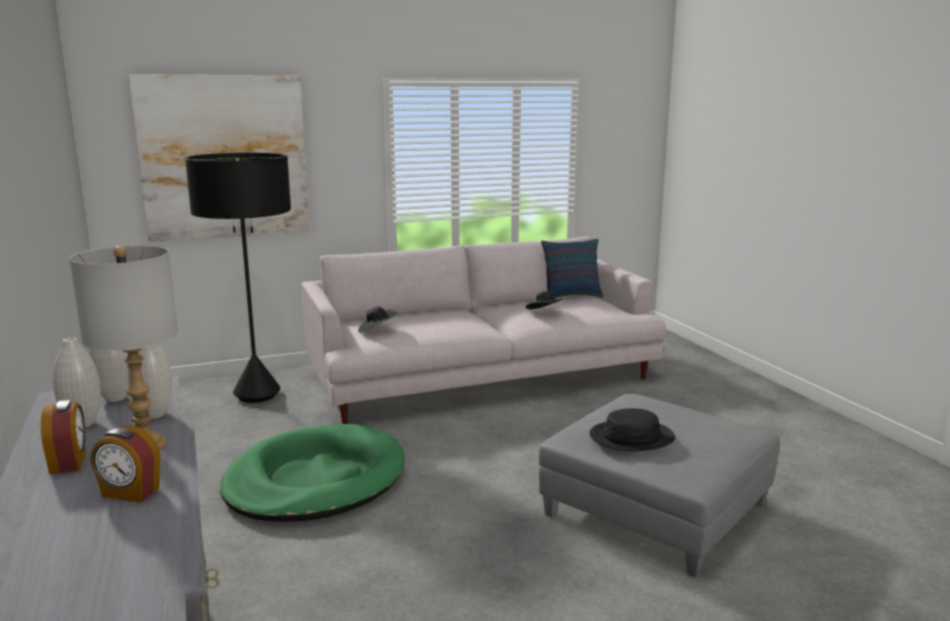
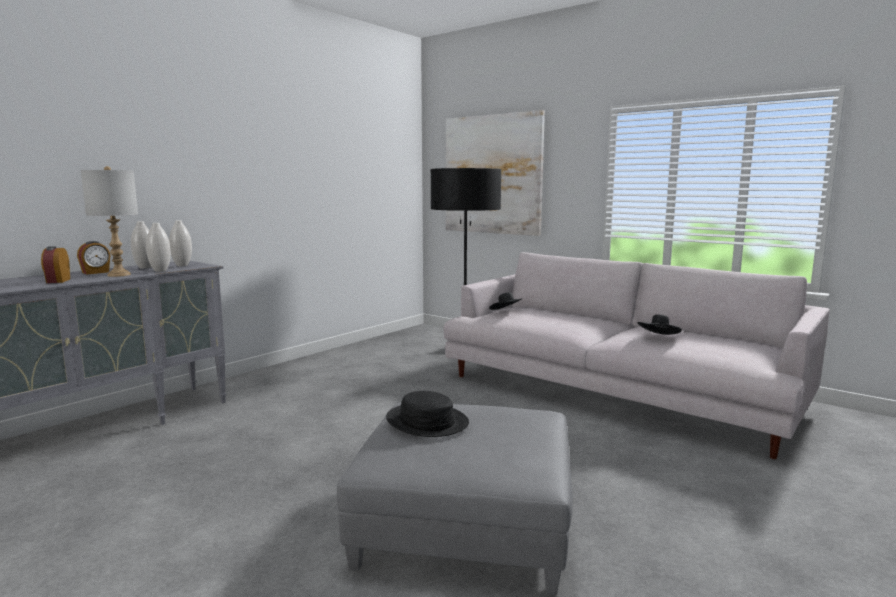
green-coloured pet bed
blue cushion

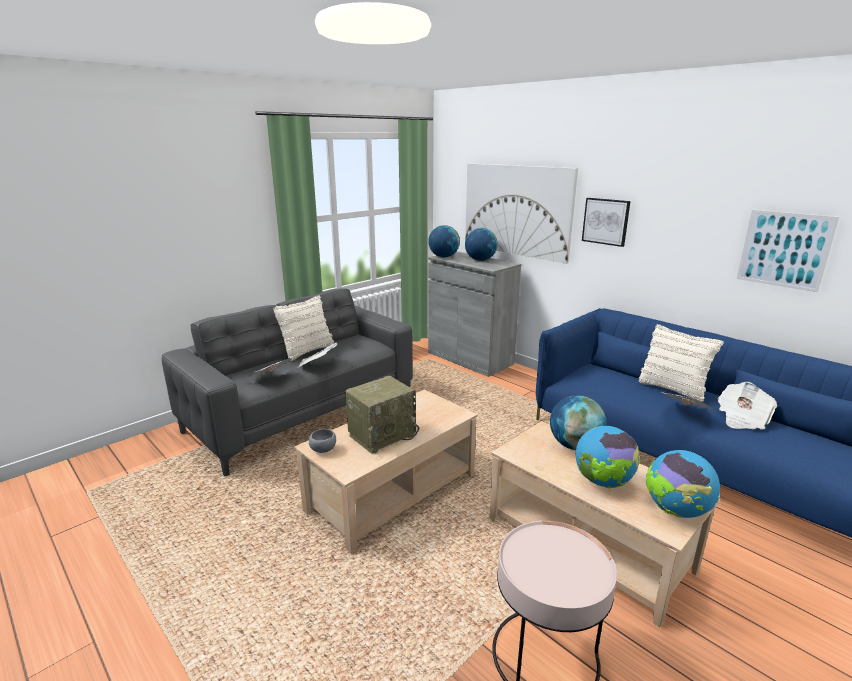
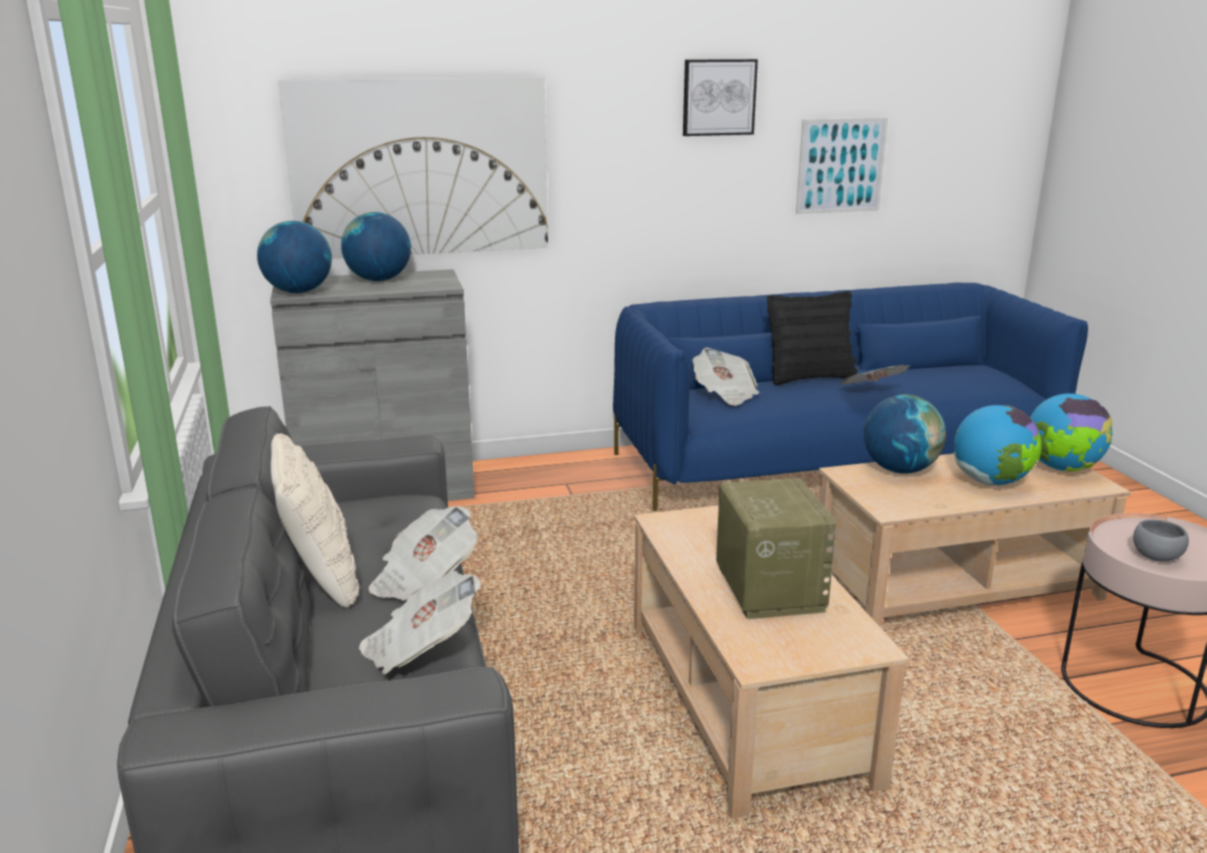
picture (2nd from left)
daily paper (3rd from left)
black-coloured cushion
gray serving bowl

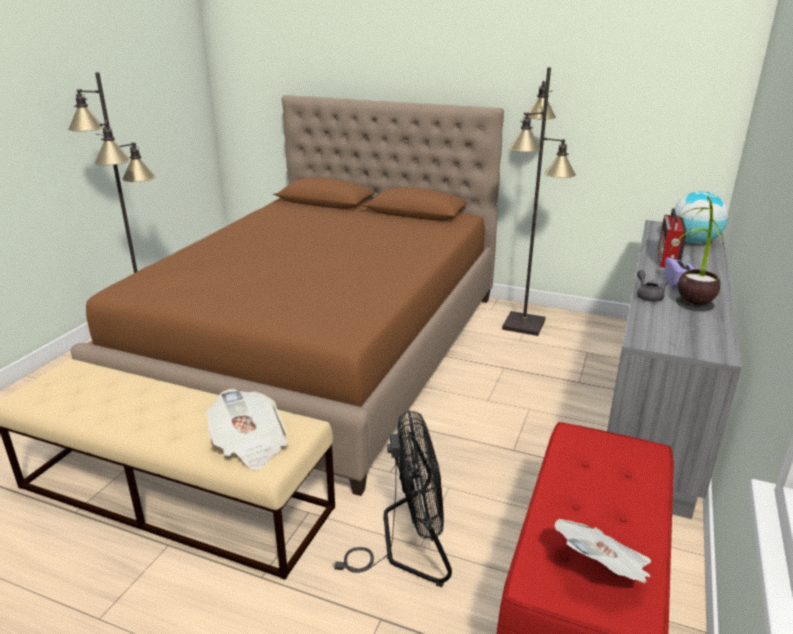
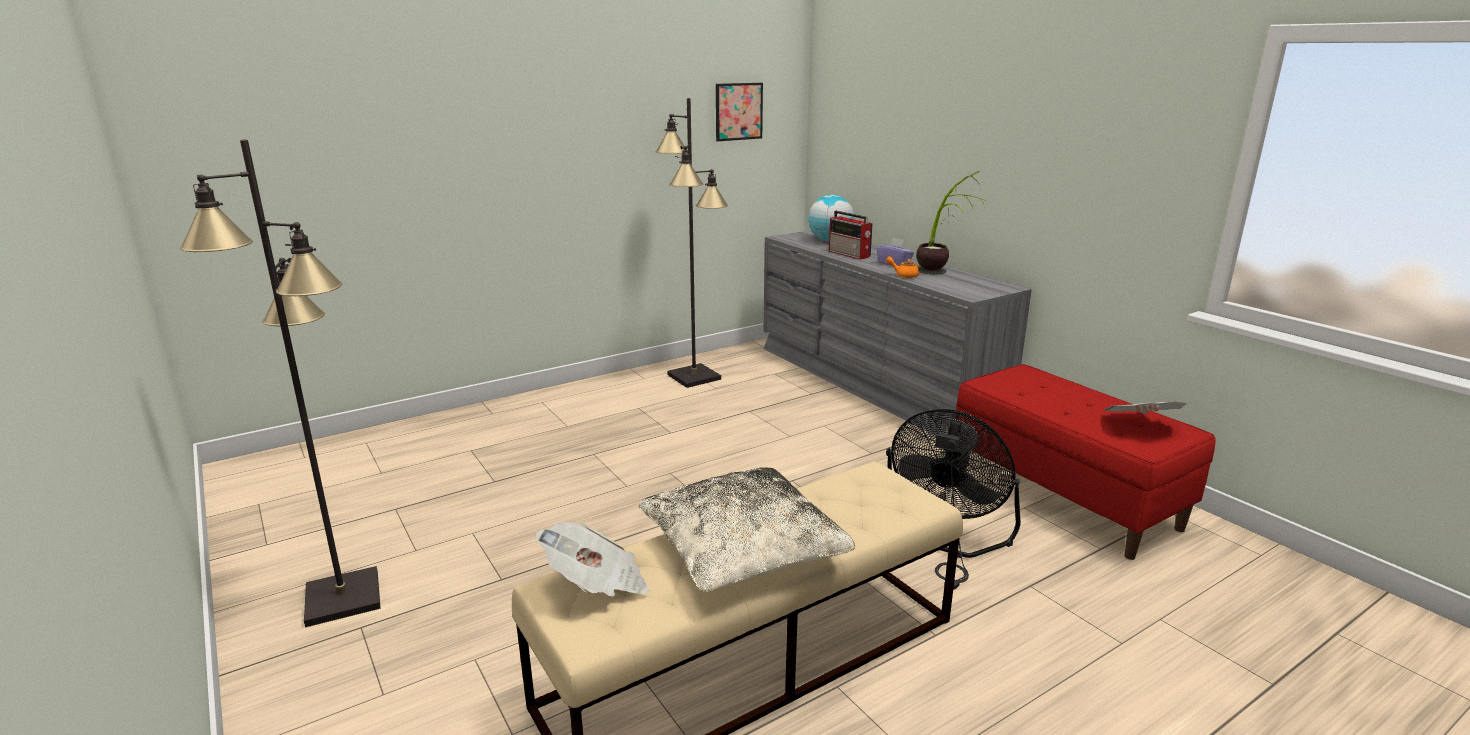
daily paper (1st from left)
sand-coloured cushion
picture
orange-coloured pot for tea
brown-coloured bed

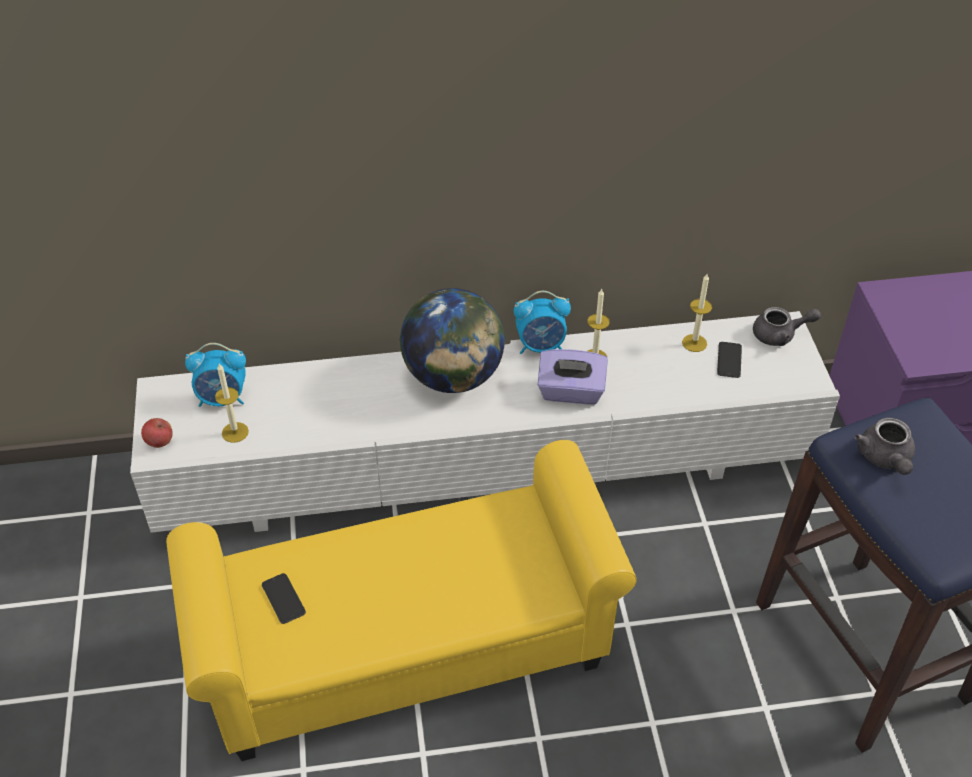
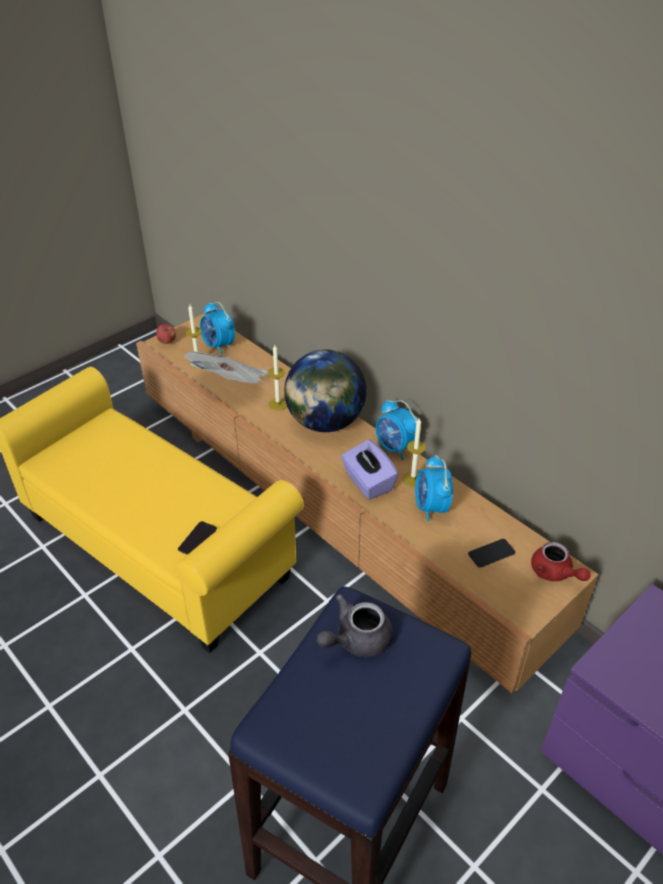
brown-coloured tv unit
handset (1st from left)
daily paper
candle (2nd from left)
alarm clock (3rd from left)
red-coloured pot for tea

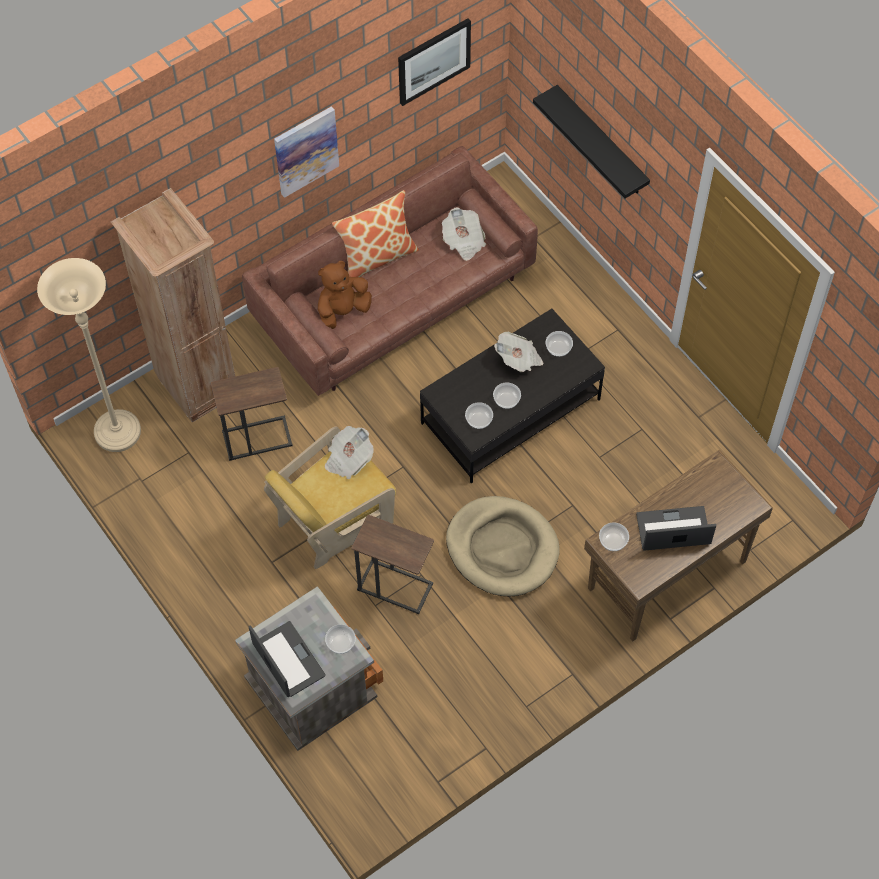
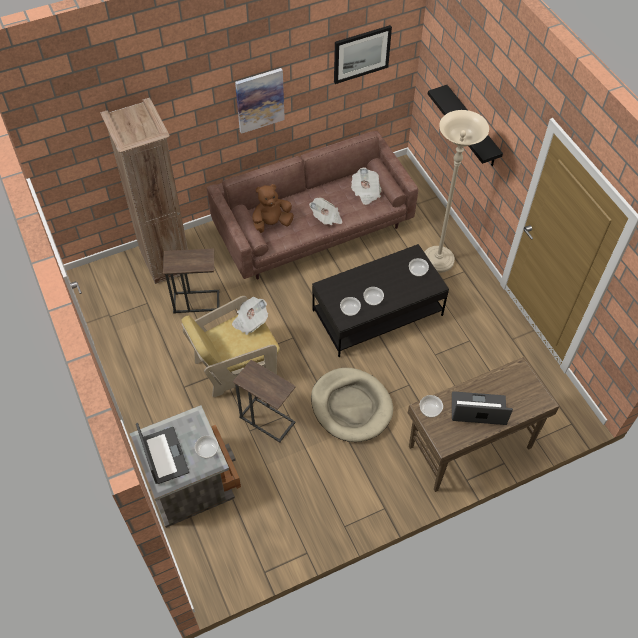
daily paper (2nd from left)
sand-coloured floor lamp
cushion

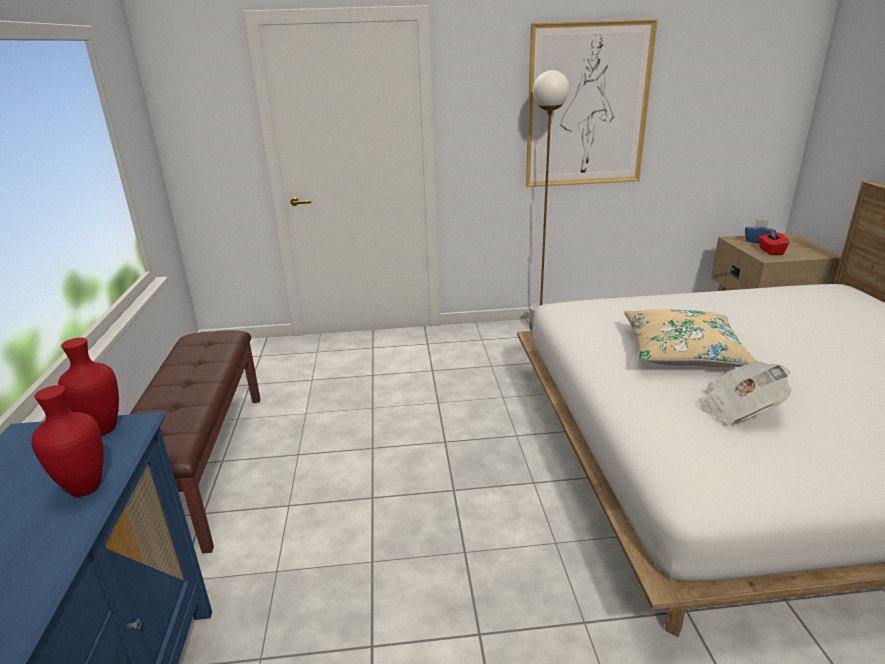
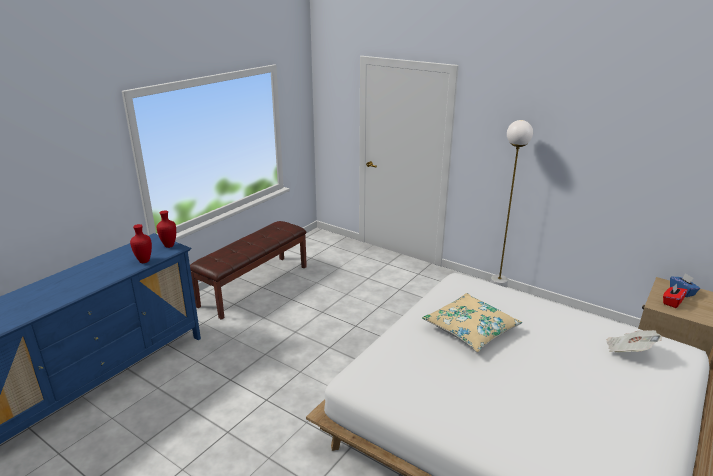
daily paper
picture

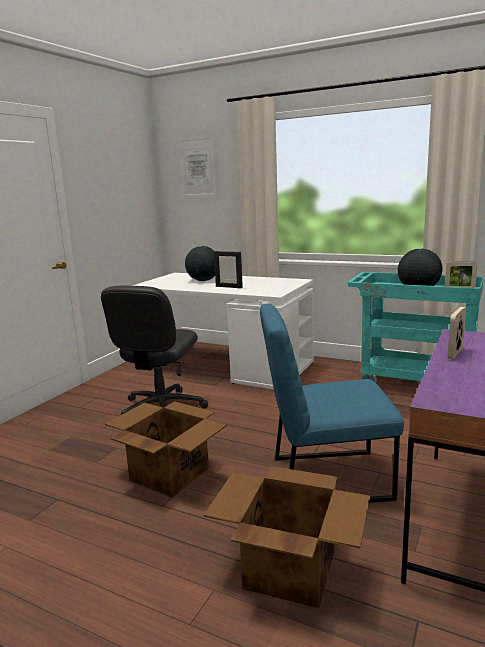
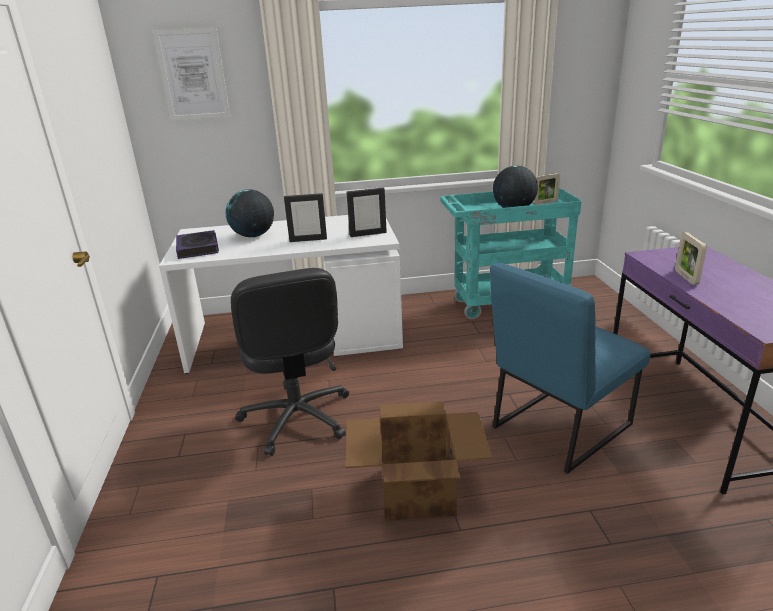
bound book
picture frame (2nd from left)
packing box (2nd from left in the first image)

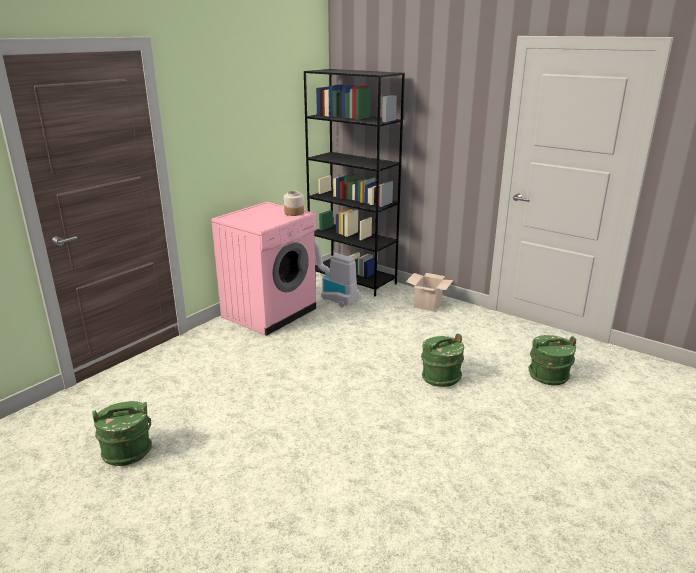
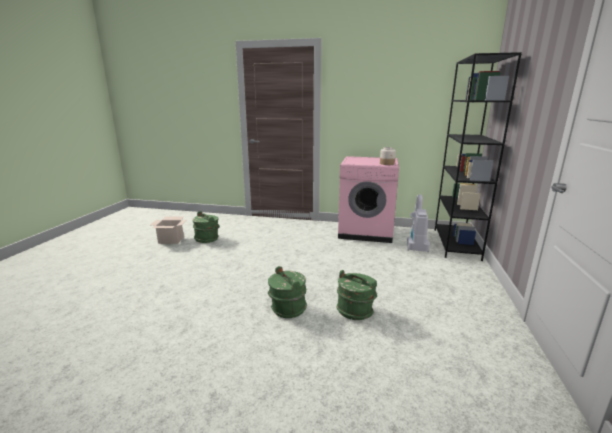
packing box
green-coloured pail (2nd from left)

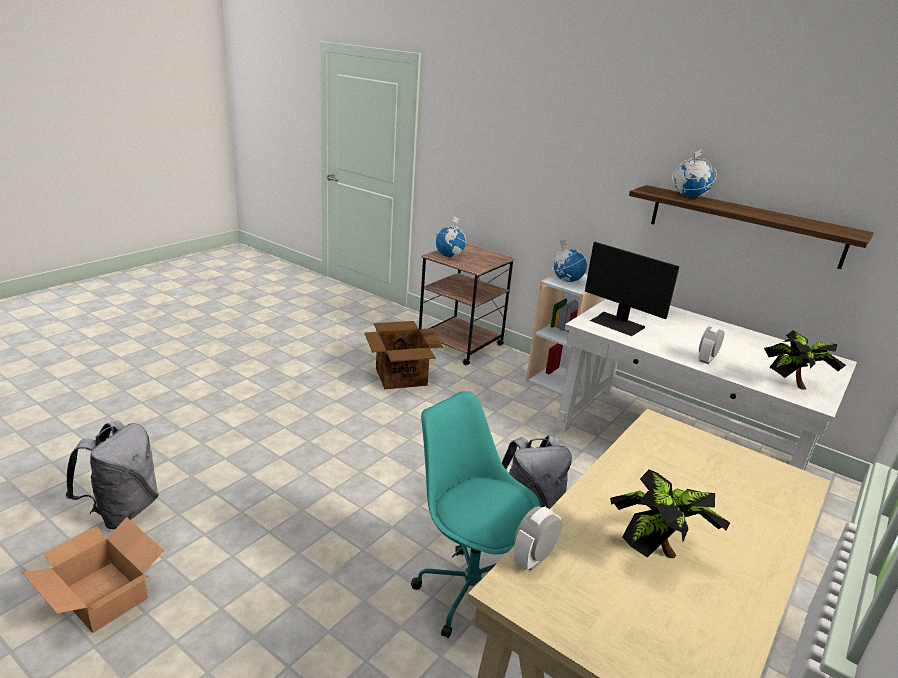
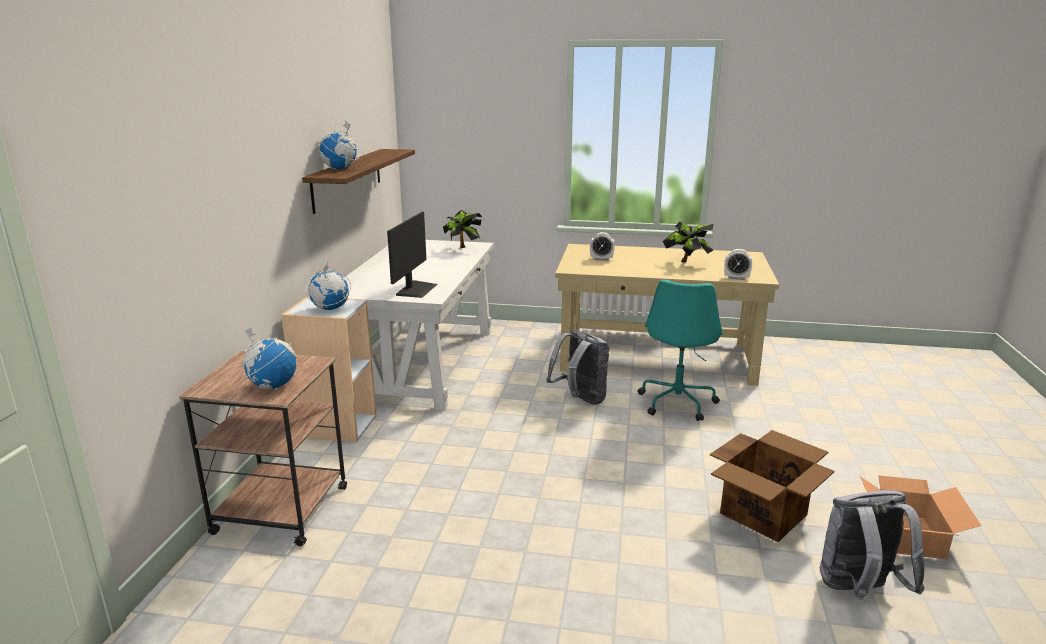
alarm clock (1st from left)
packing box (1st from left)

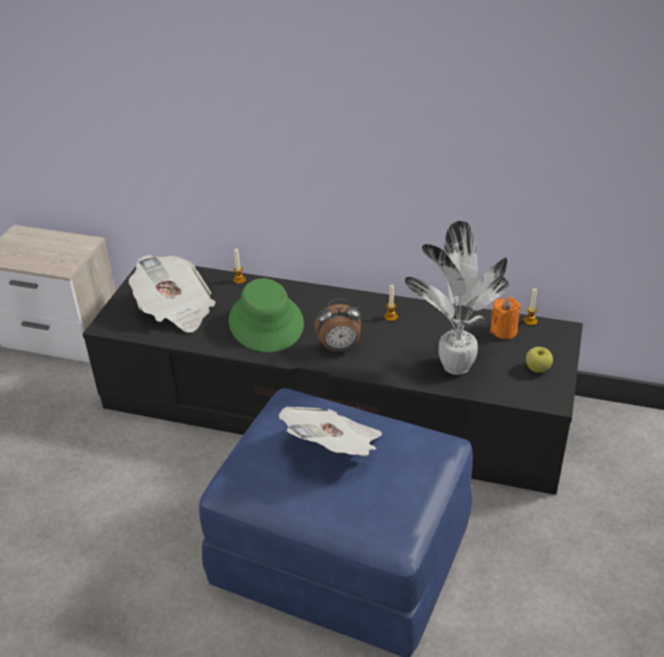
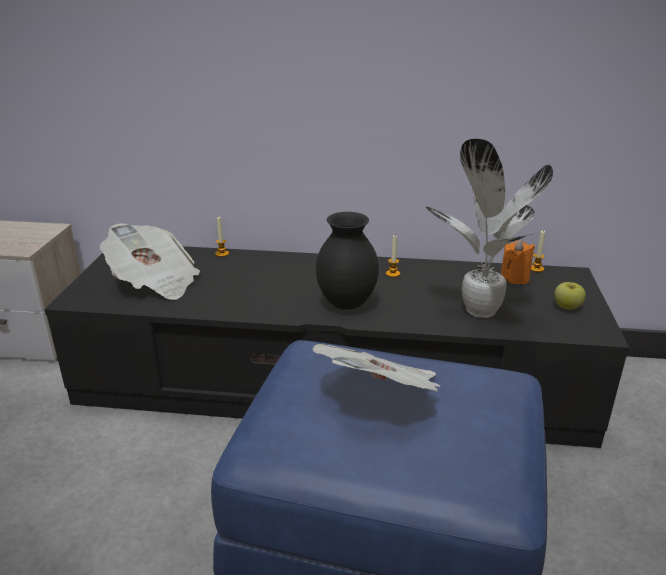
black-coloured flower vase
green-coloured wearable hat

